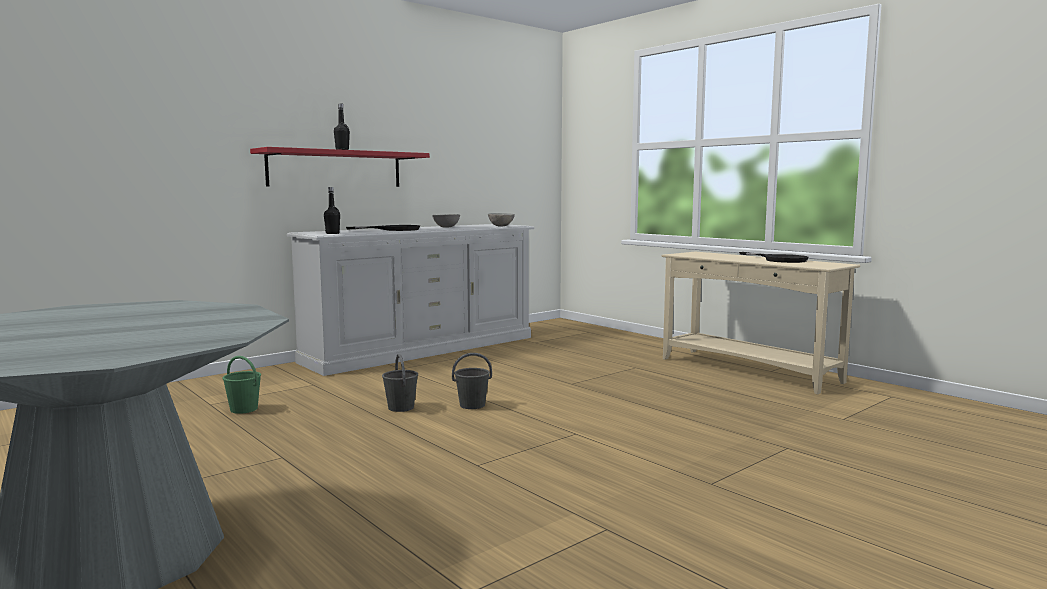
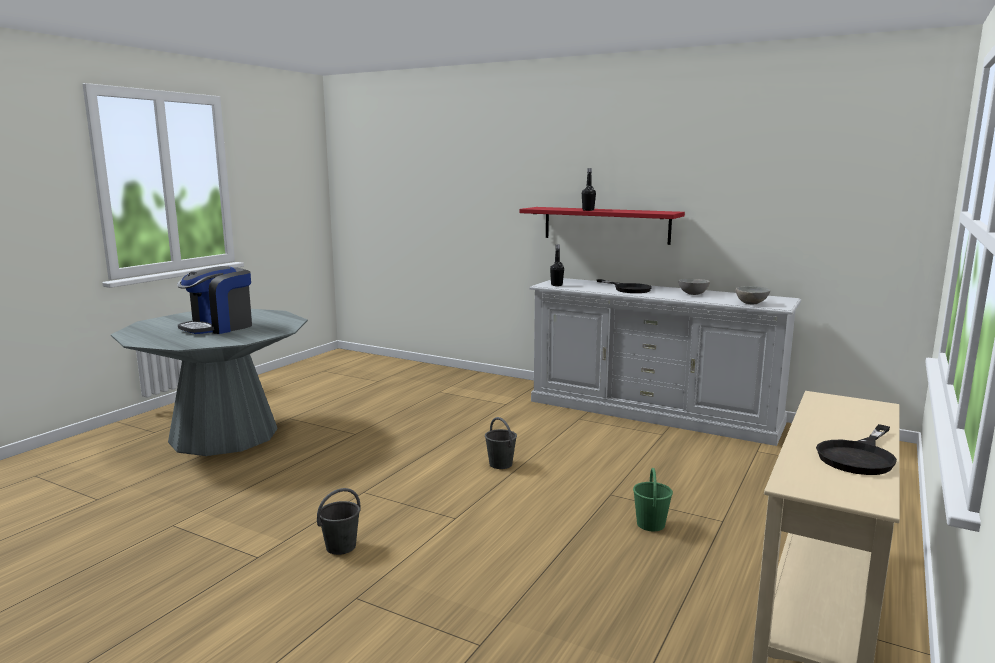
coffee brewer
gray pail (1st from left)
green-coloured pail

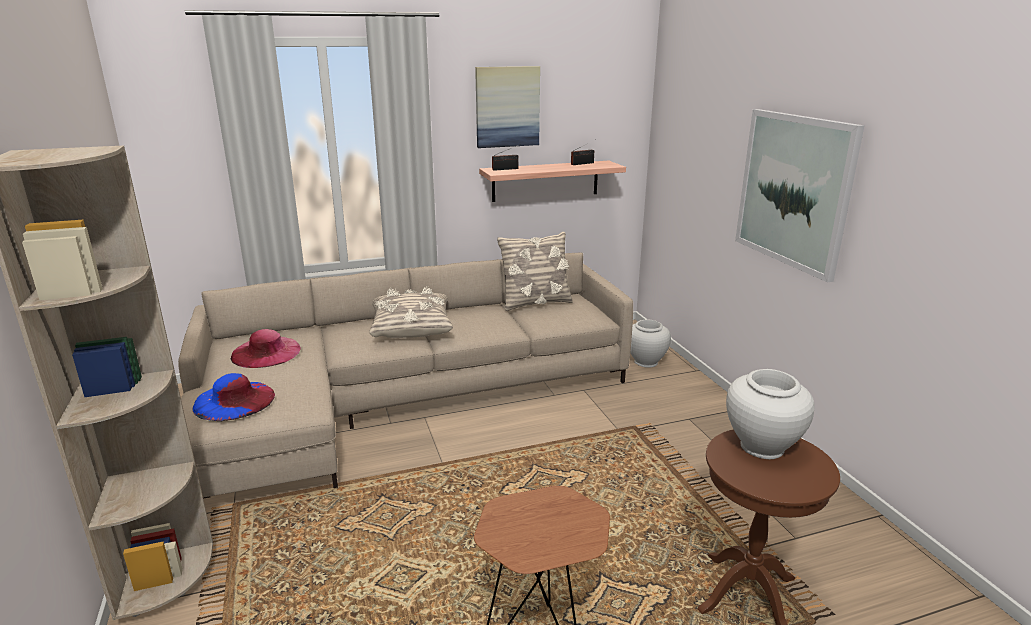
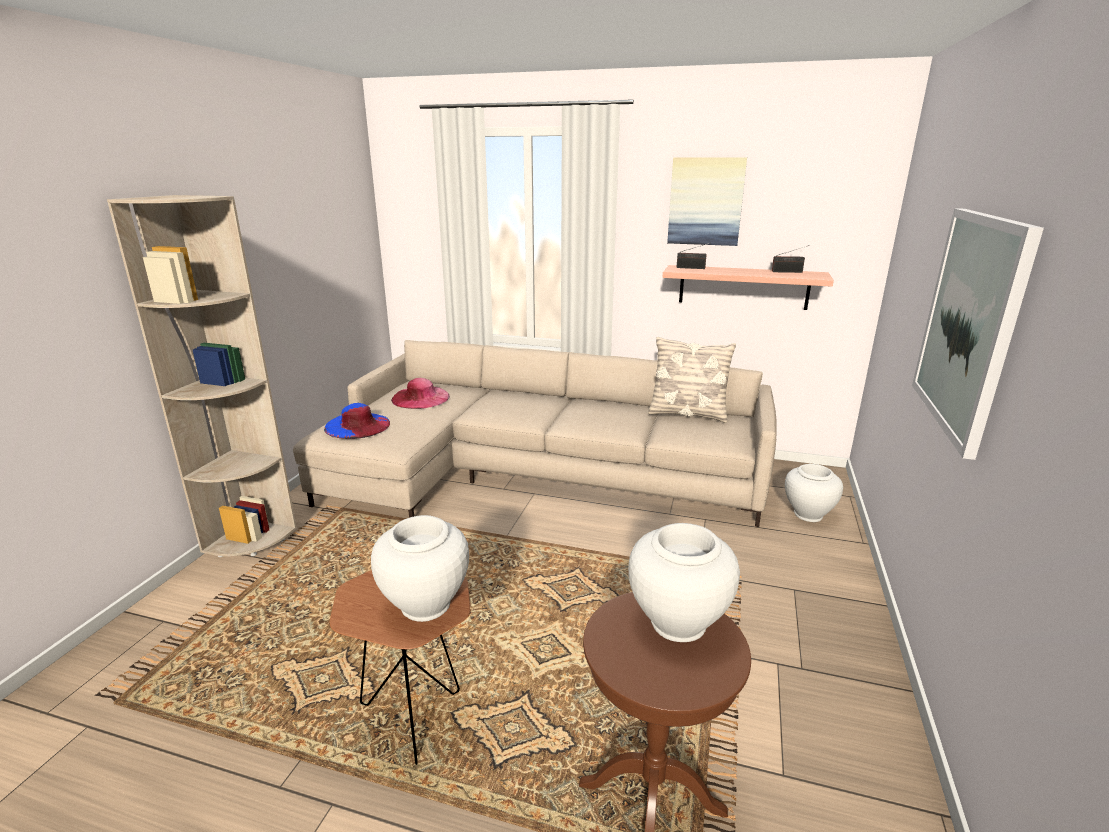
whitish flower vase (1st from left)
sand-coloured cushion (1st from left in the first image)

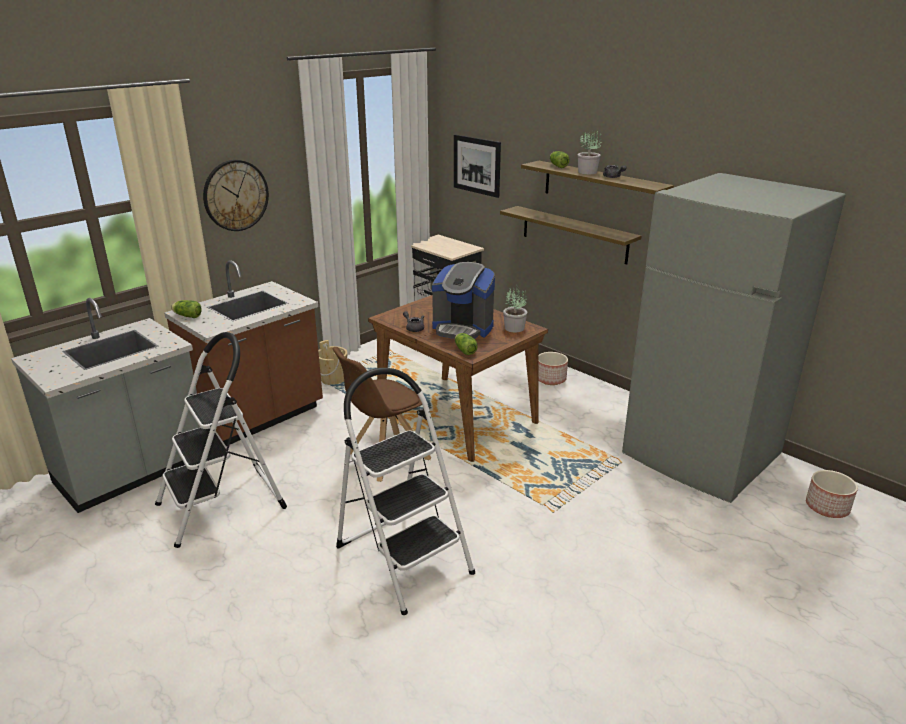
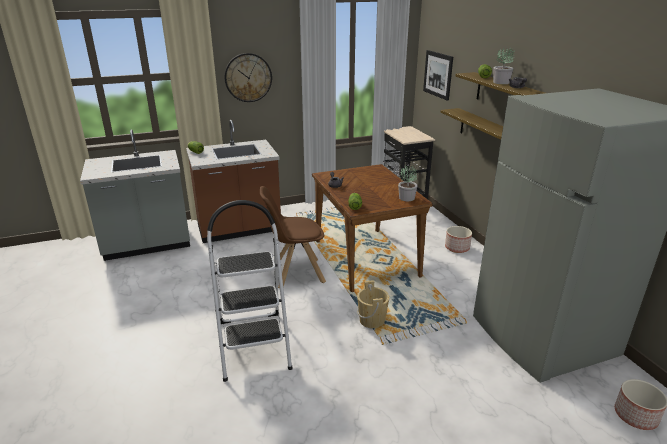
sand-coloured pail
stepladder (1st from left in the first image)
coffee brewer

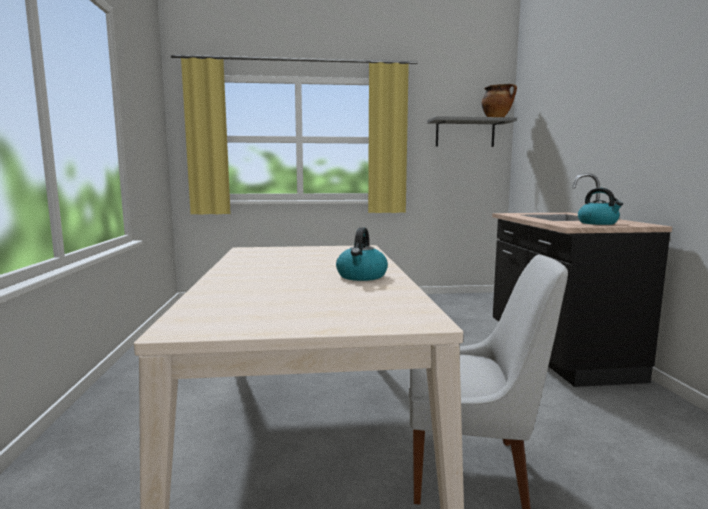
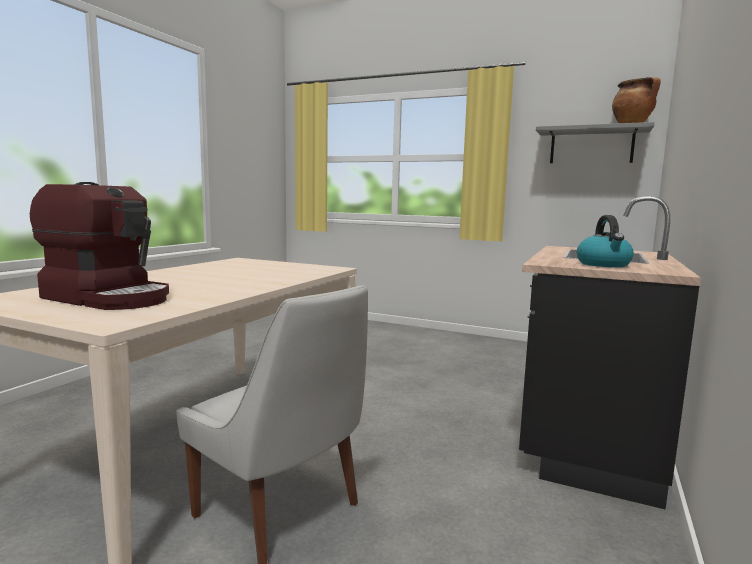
coffee brewer
water kettle (1st from left in the first image)

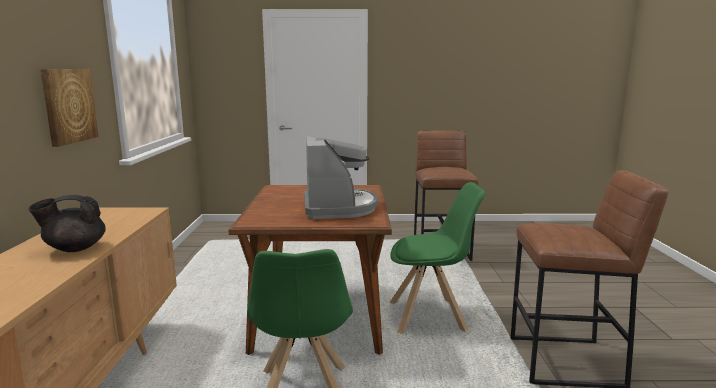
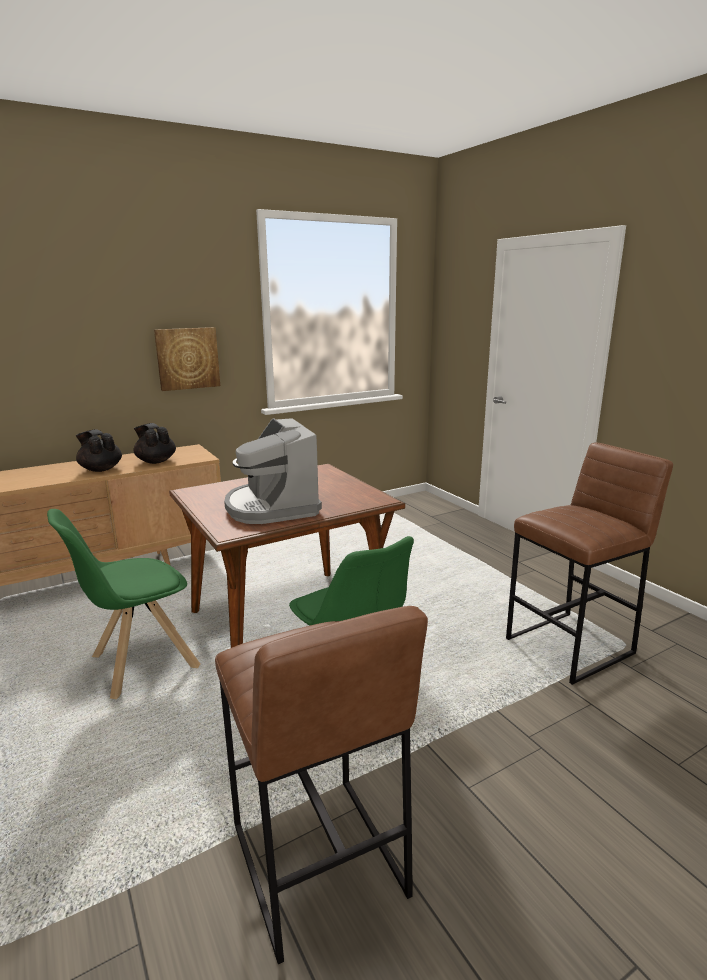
black-coloured pot for tea (2nd from left)
coffee brewer

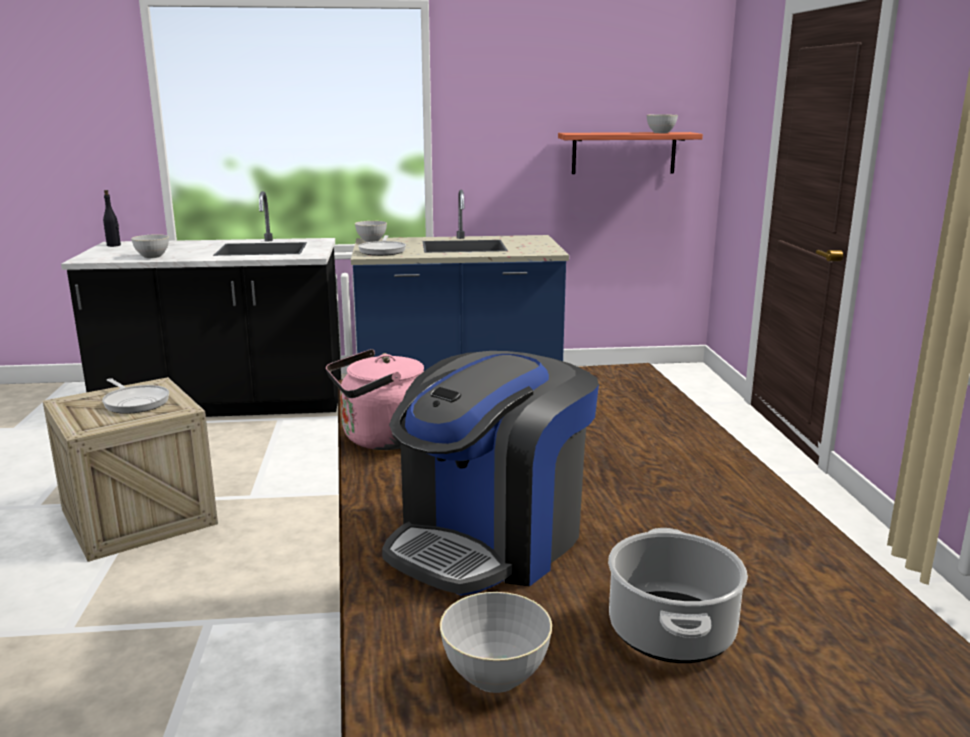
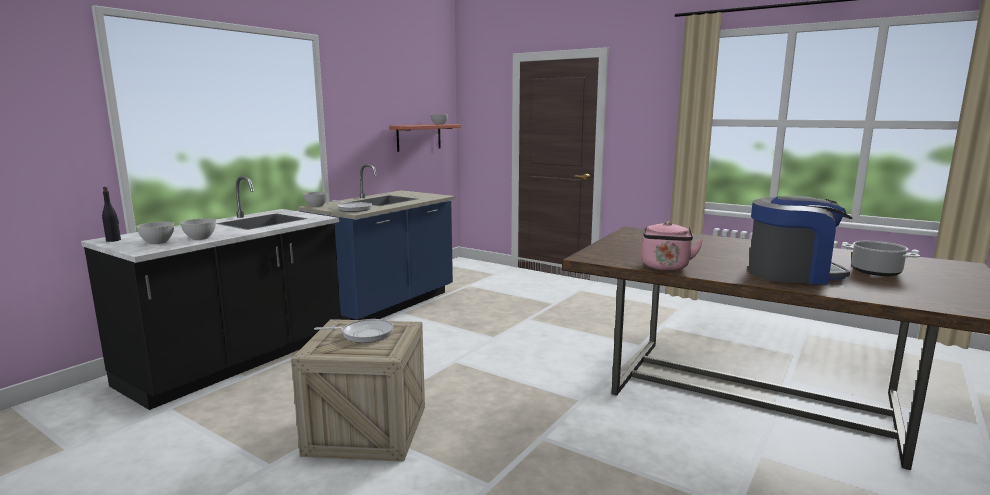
gray serving bowl (1st from left)
coffee brewer

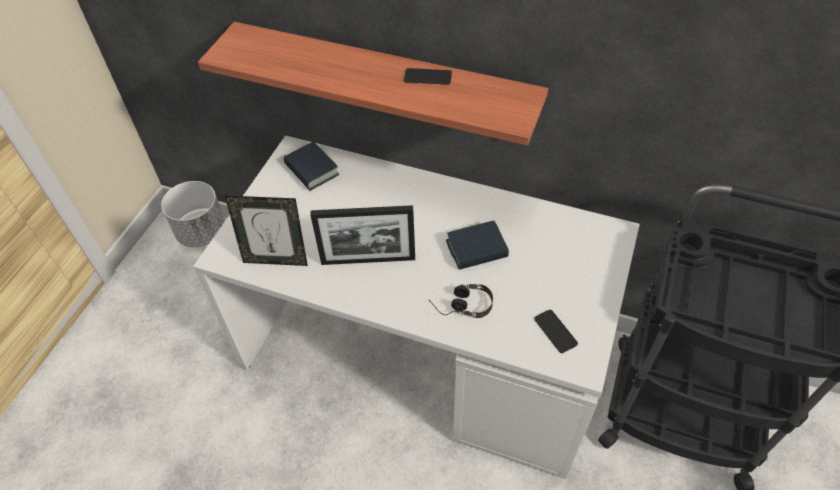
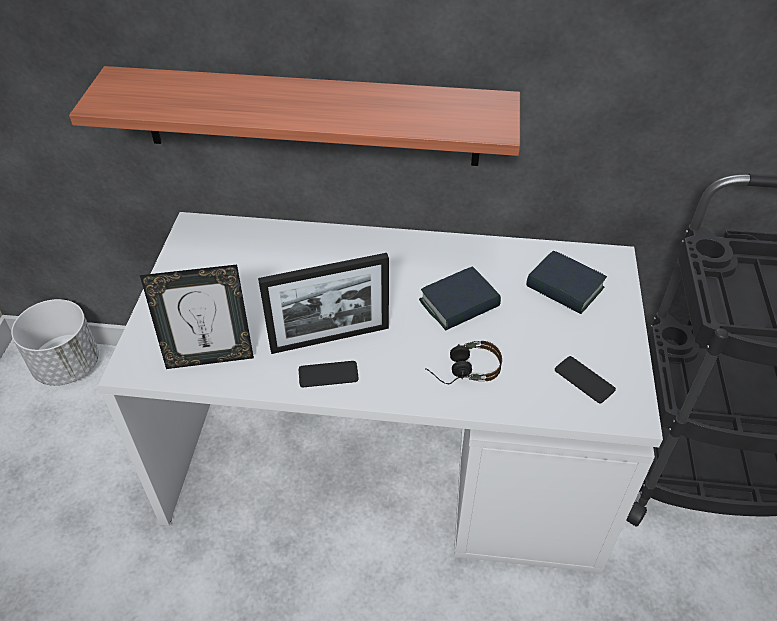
handset (1st from left)
bound book (2nd from left)

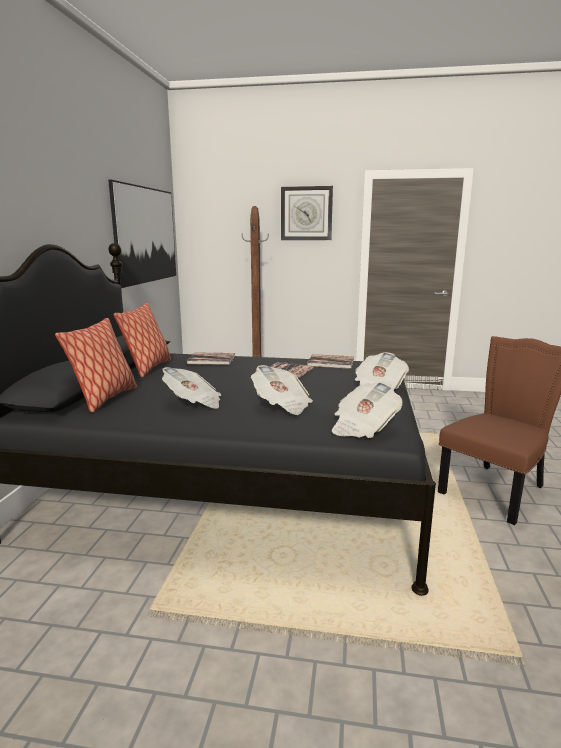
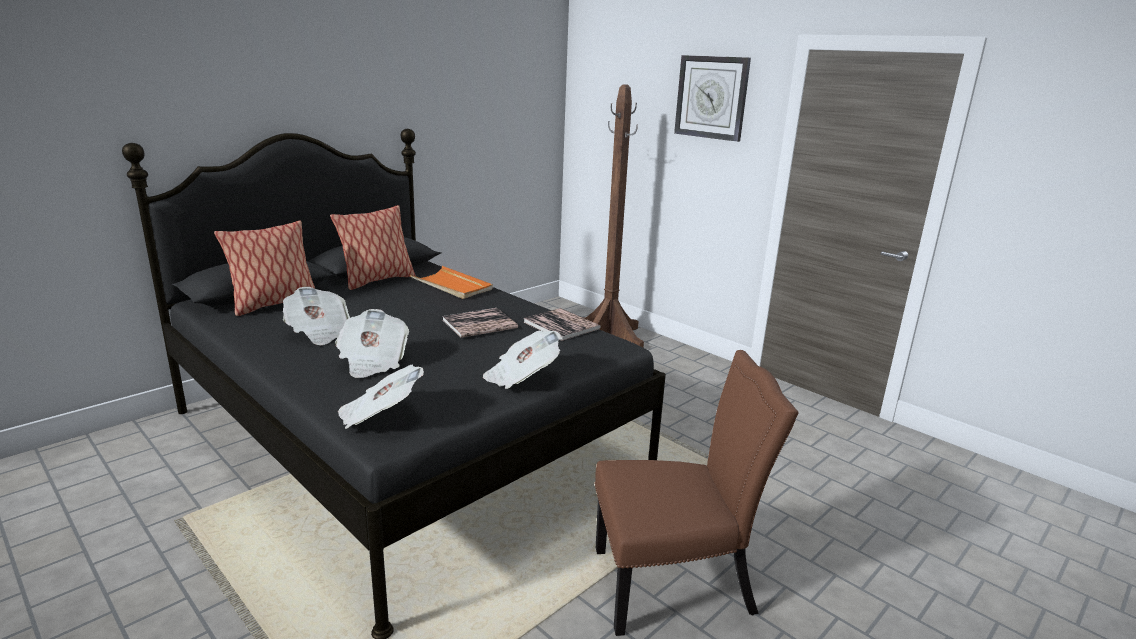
orange-coloured carrying tray
picture

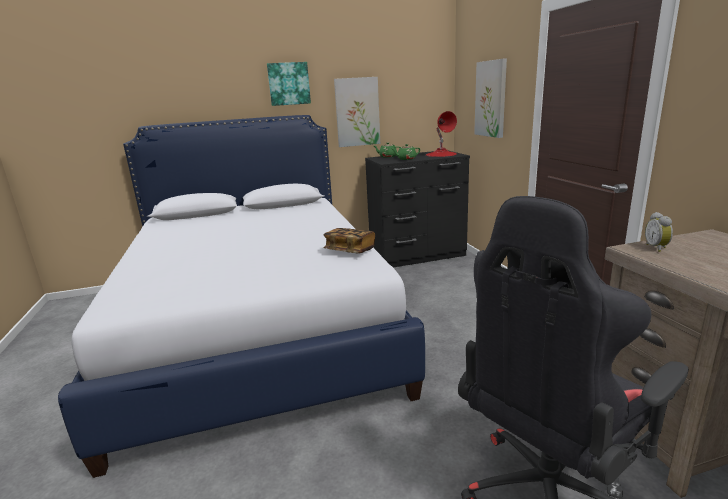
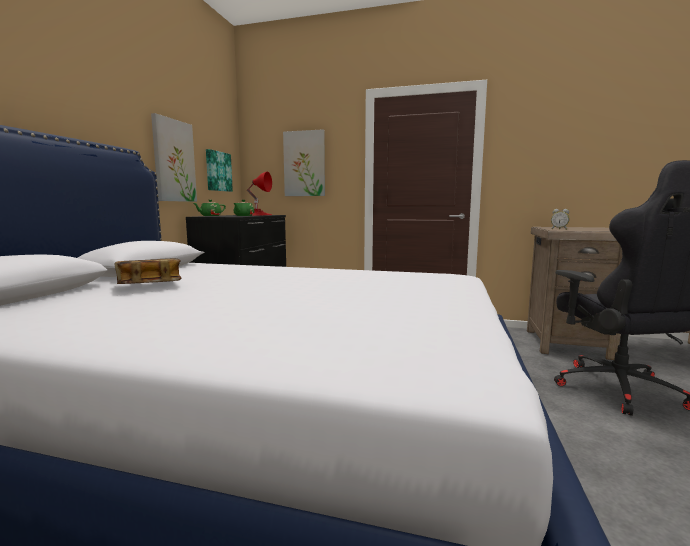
bound book
picture (2nd from left)

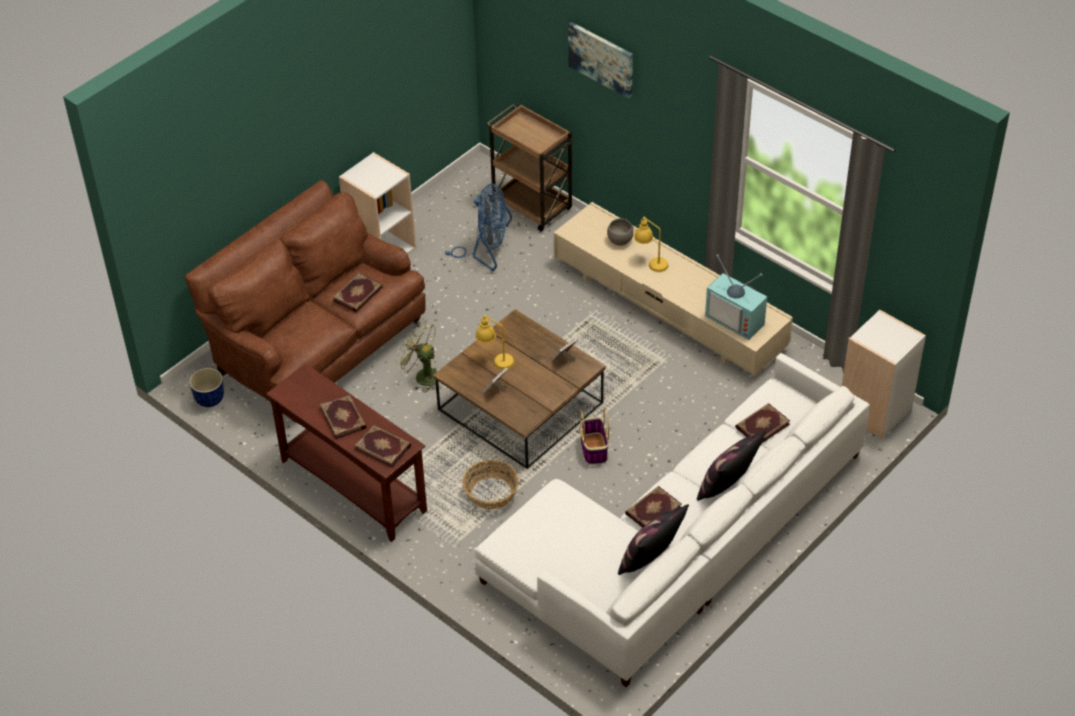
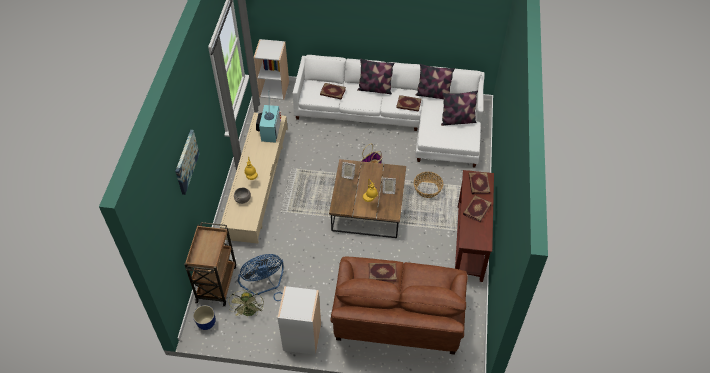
flower pot
green-coloured cooling fan
cushion (3rd from left)

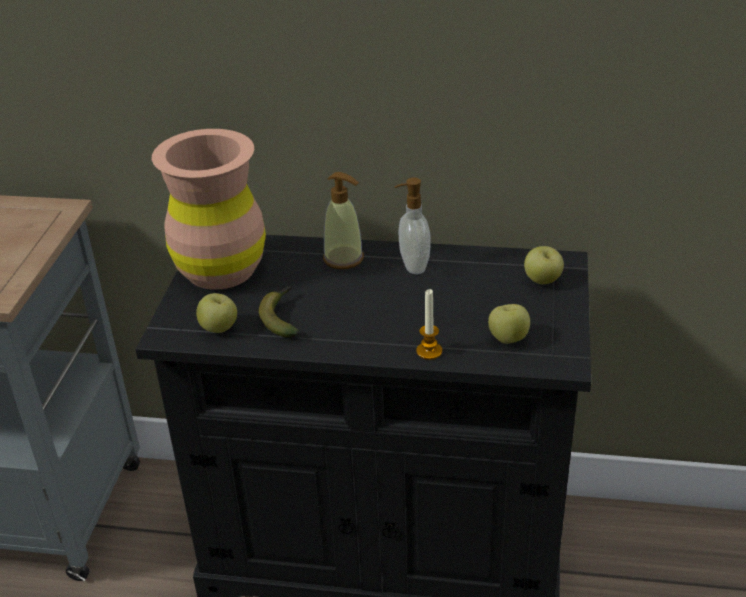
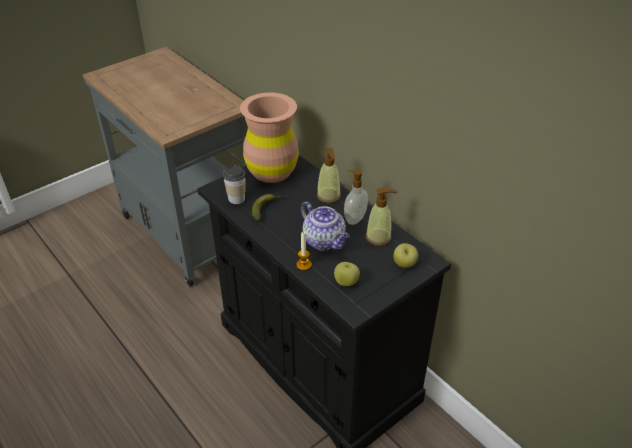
drinking cup
pot for tea
soap bottle (3rd from left)

